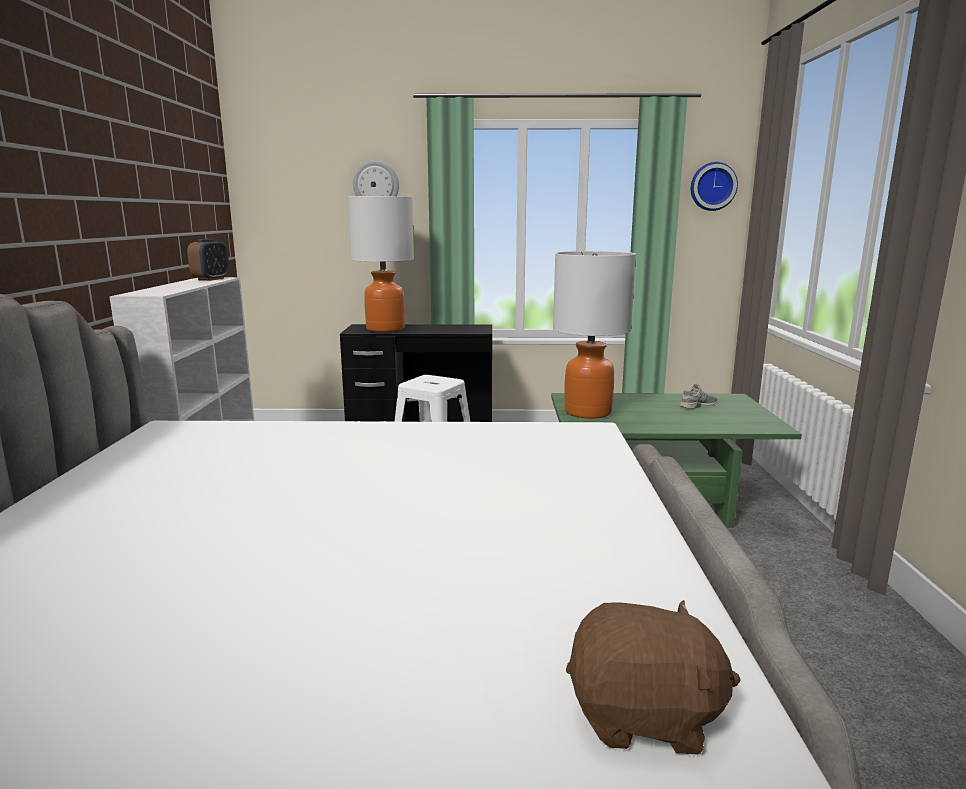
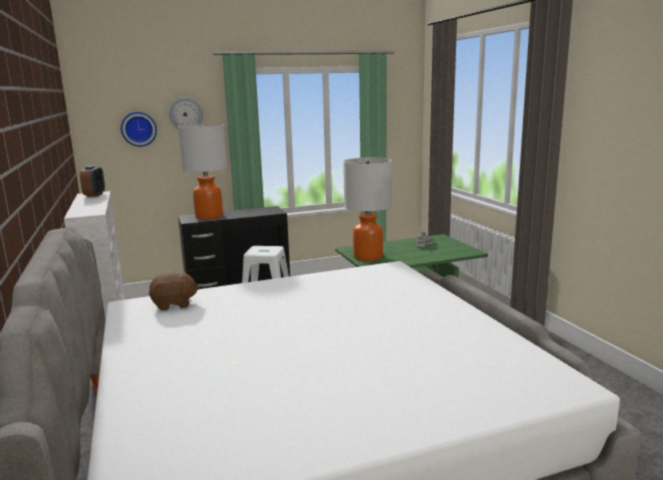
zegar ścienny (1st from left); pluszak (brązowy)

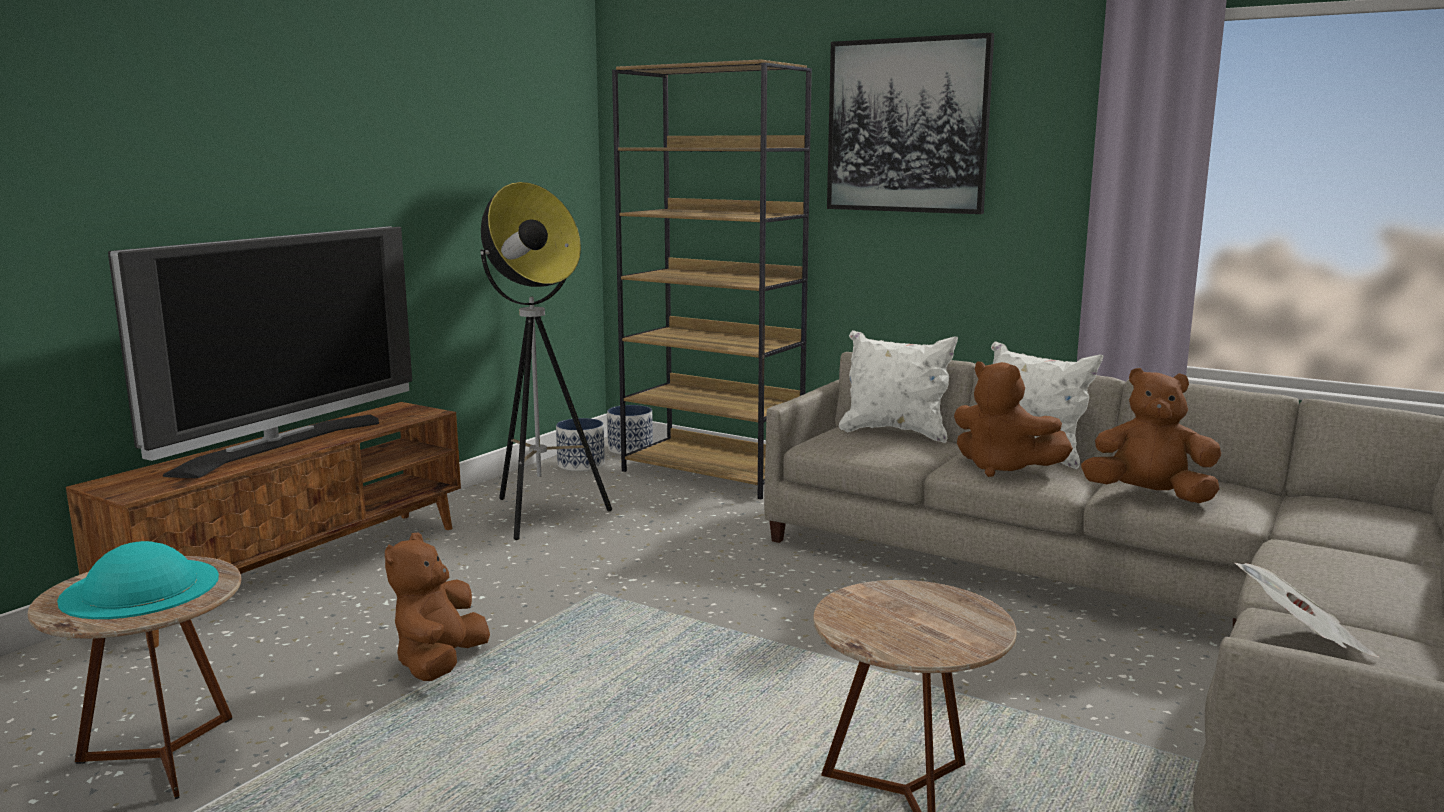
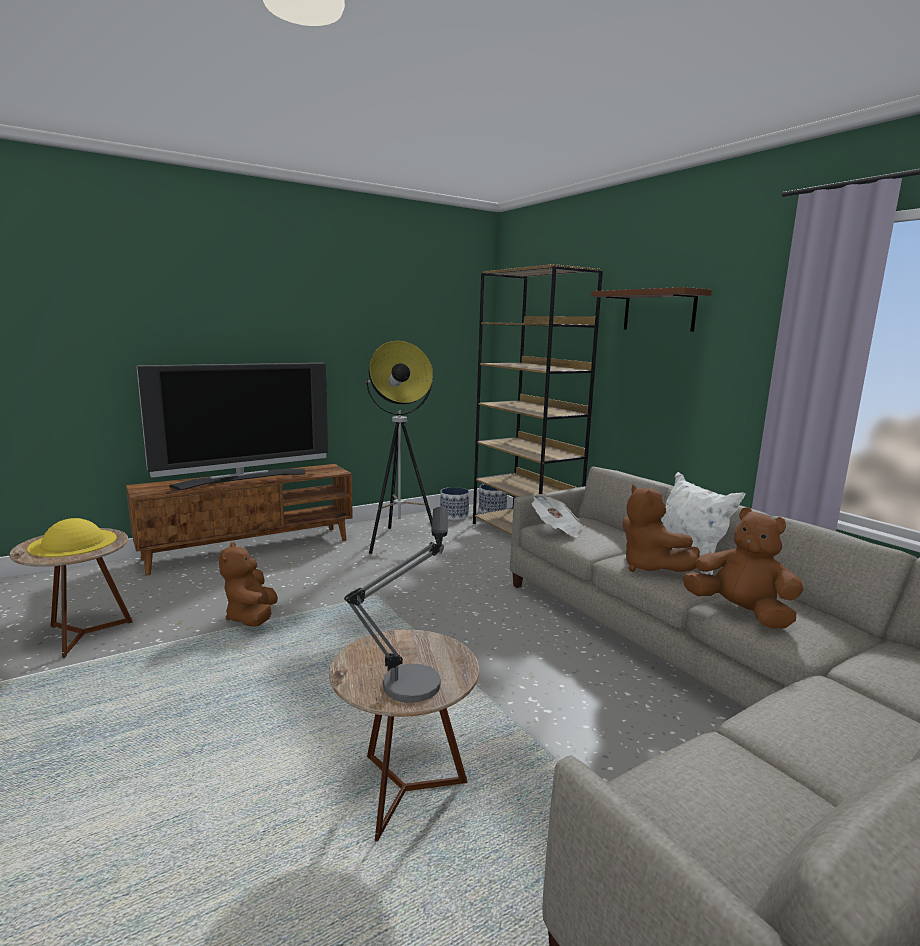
półka (brązowy); poduszka (biały) (1st from left in the first image); pluszak (brązowy) (1st from left); kapelusz (żółty); gazeta; lampa stołowa

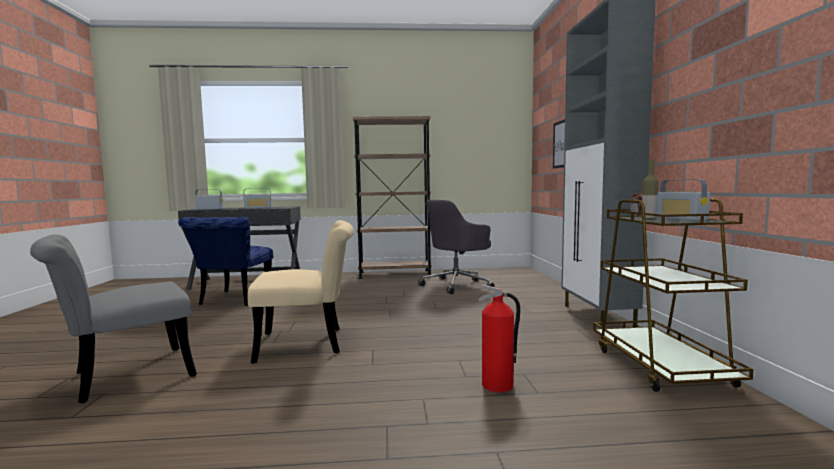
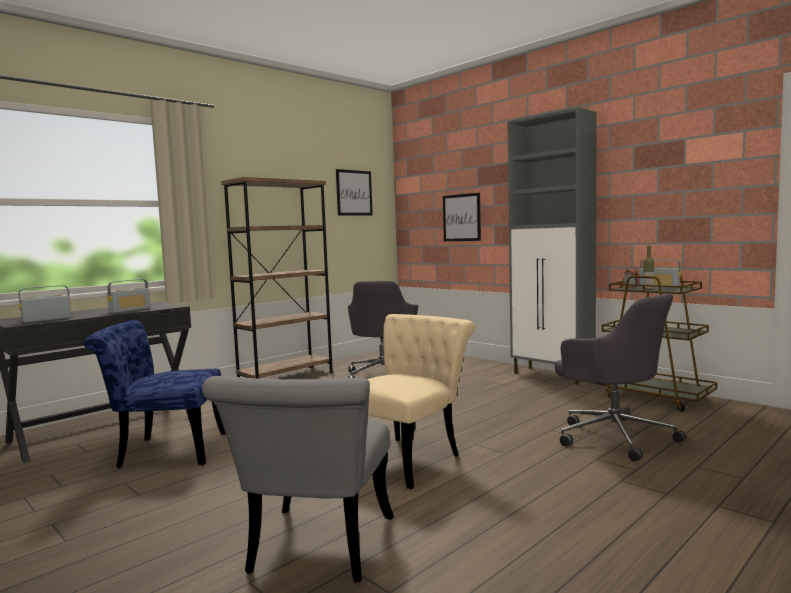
krzesło (niebieski); krzesło biurowe (szary) (2nd from left); obraz (1st from left)

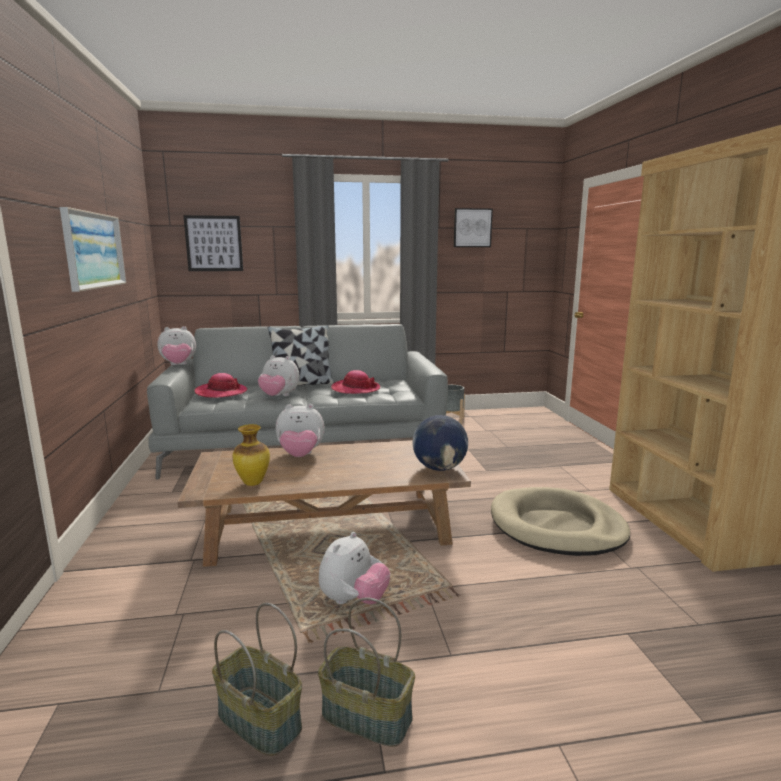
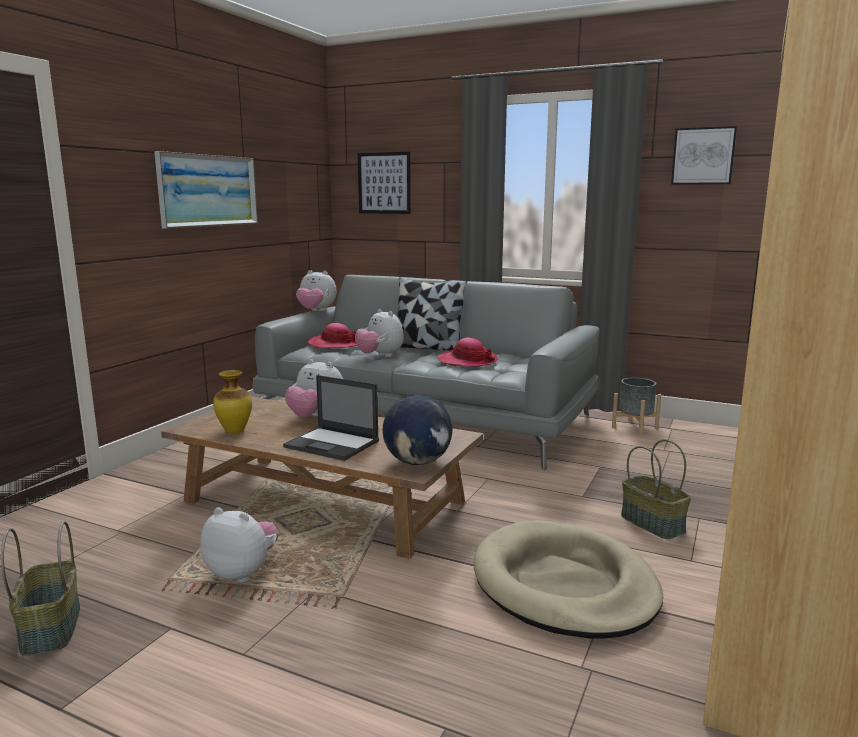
pluszak (1st from left); koszyk (2nd from left); laptop

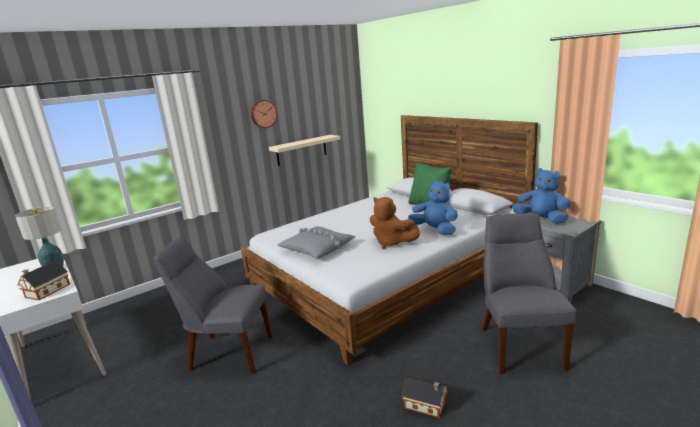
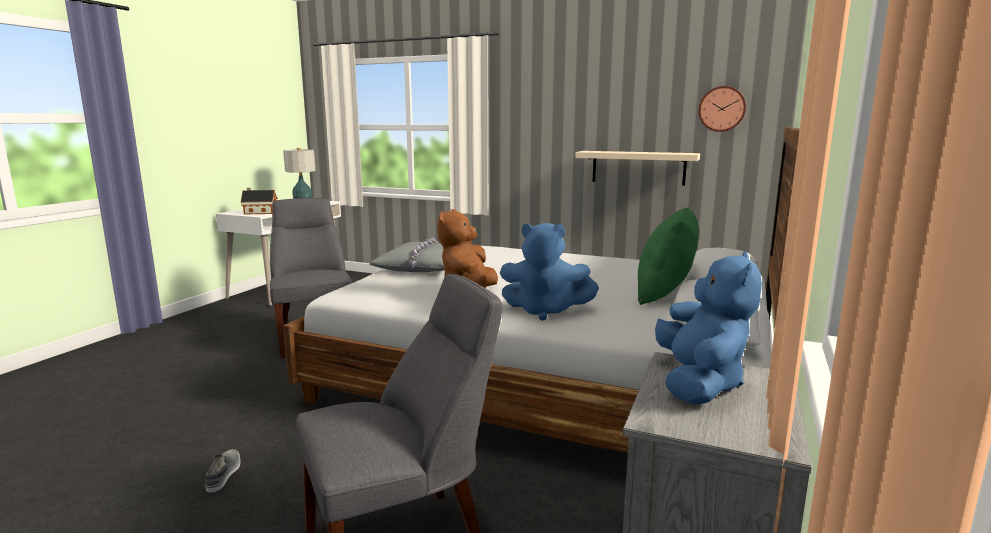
zegar ścienny; pluszak (niebieski) (1st from left); but (szary)

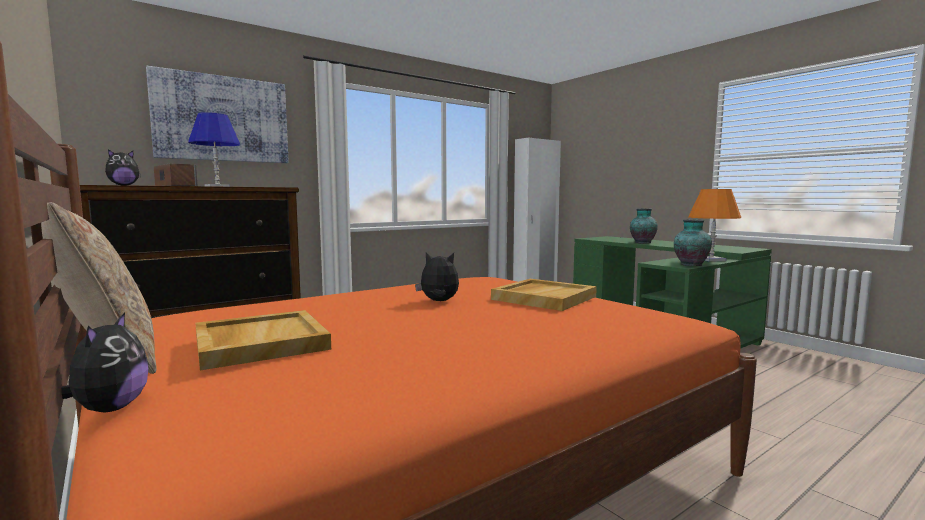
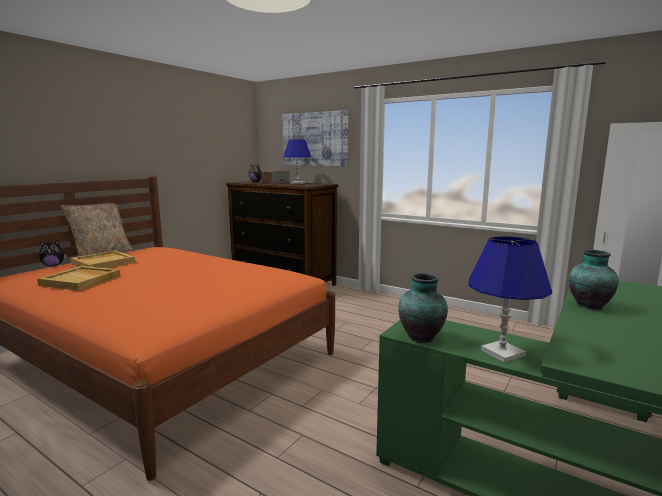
lampa stołowa (niebieski) (2nd from left); pluszak (3rd from left in the first image); taca (beżowy) (1st from left)

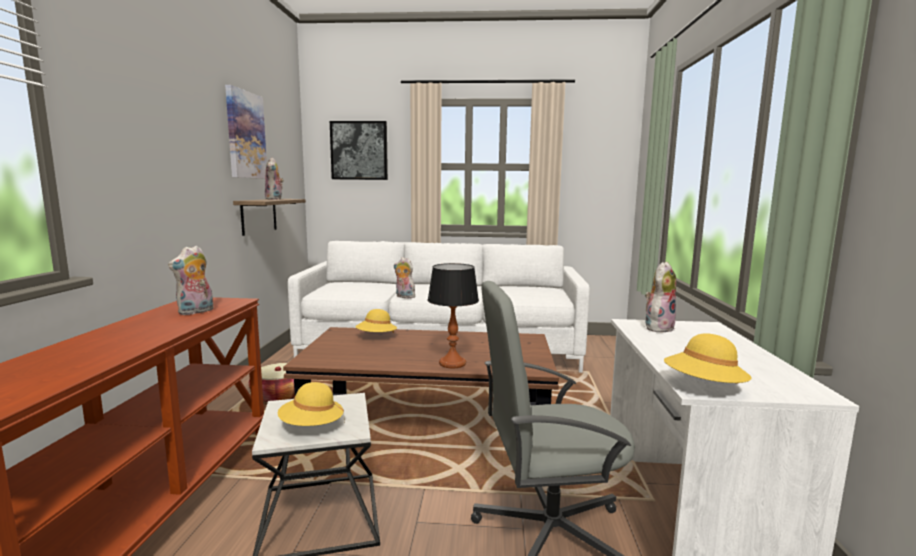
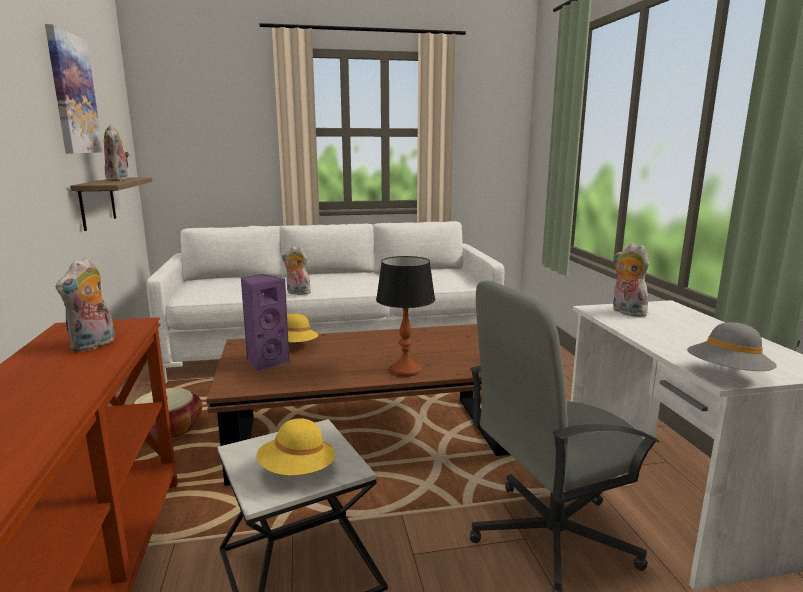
obraz (2nd from left in the first image); pluszak (4th from left); kapelusz (szary); głośnik (fioletowy)

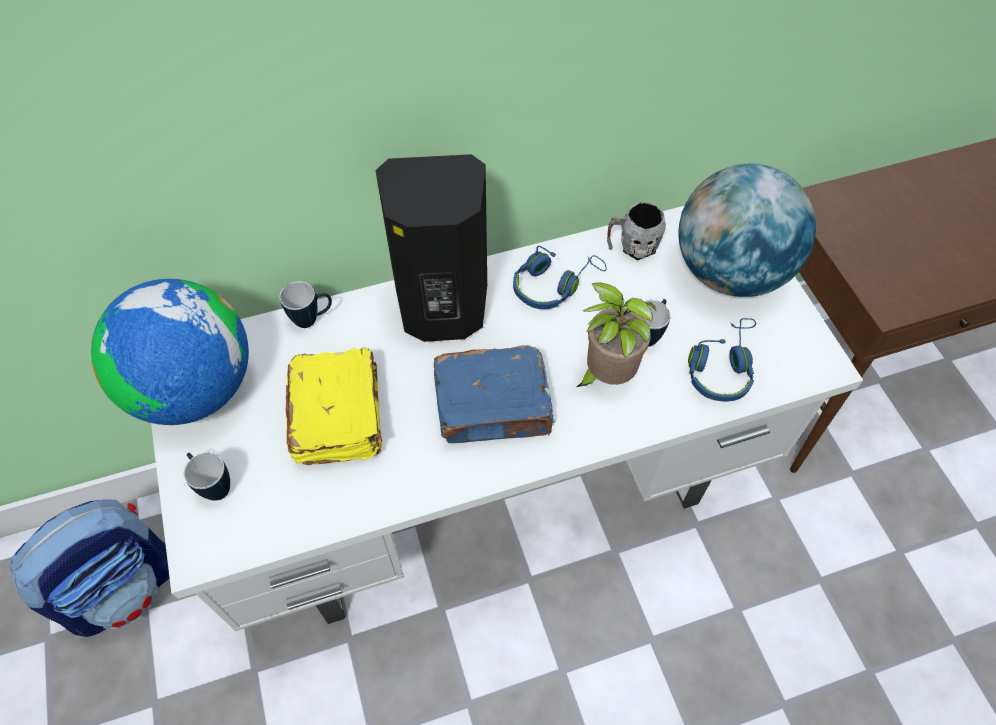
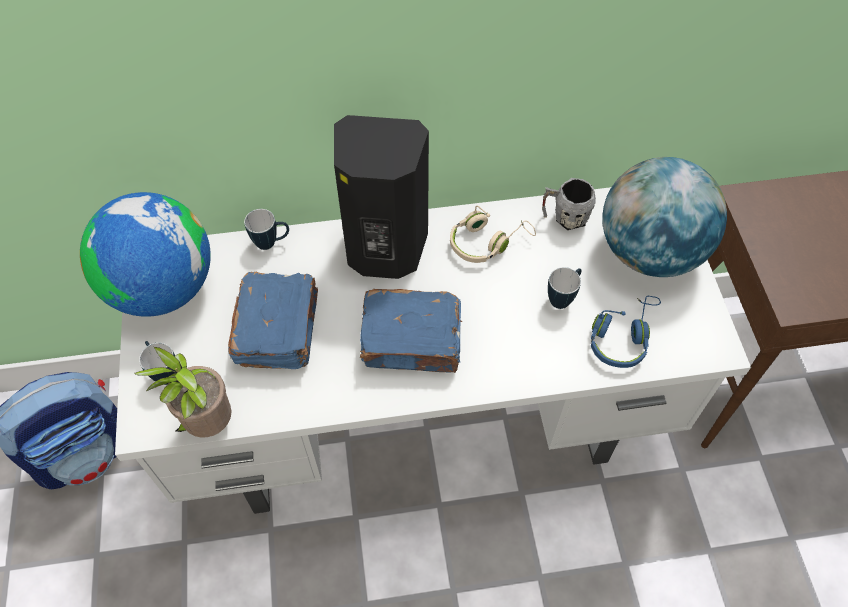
słuchawki (beżowy); roślina doniczkowa; książka (niebieski) (1st from left)

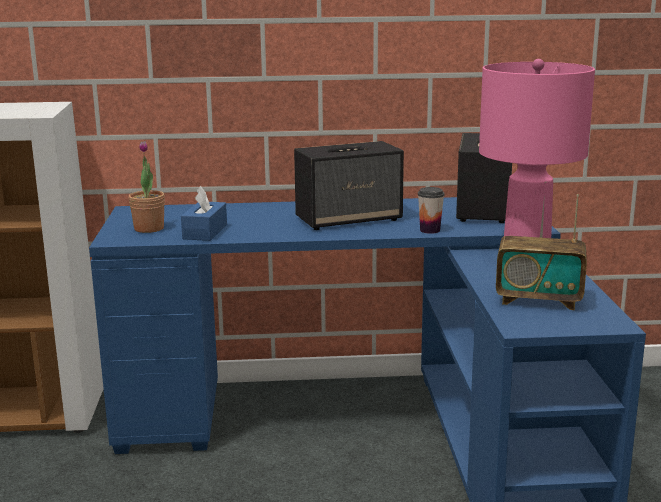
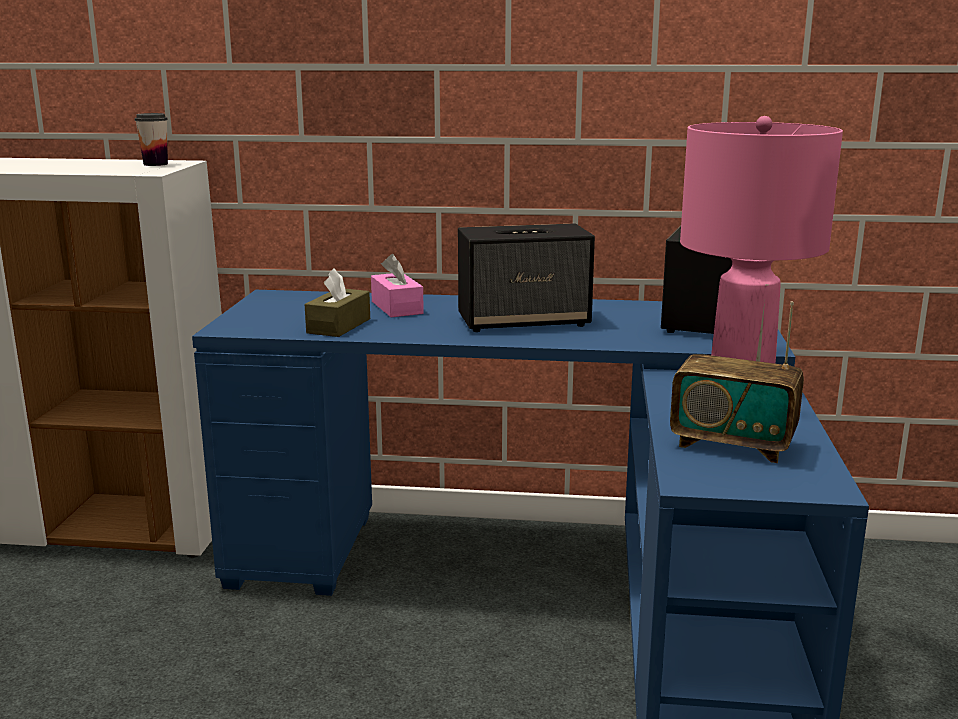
roślina doniczkowa; pudełko chusteczek (brązowy); filiżanka; pudełko chusteczek (różowy)

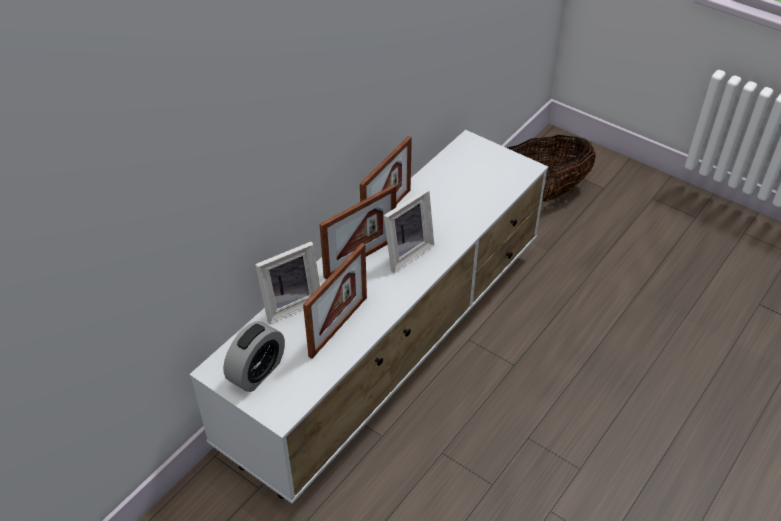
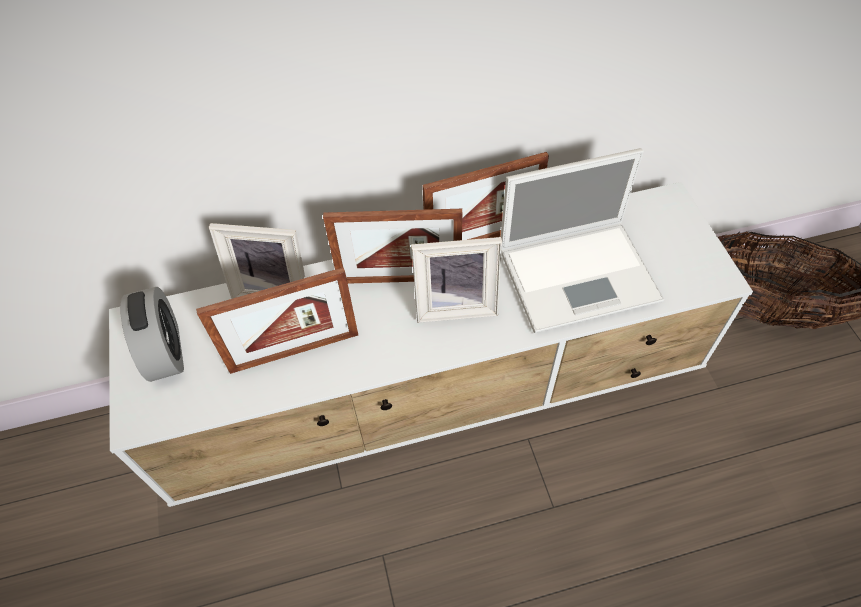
budzik; laptop

